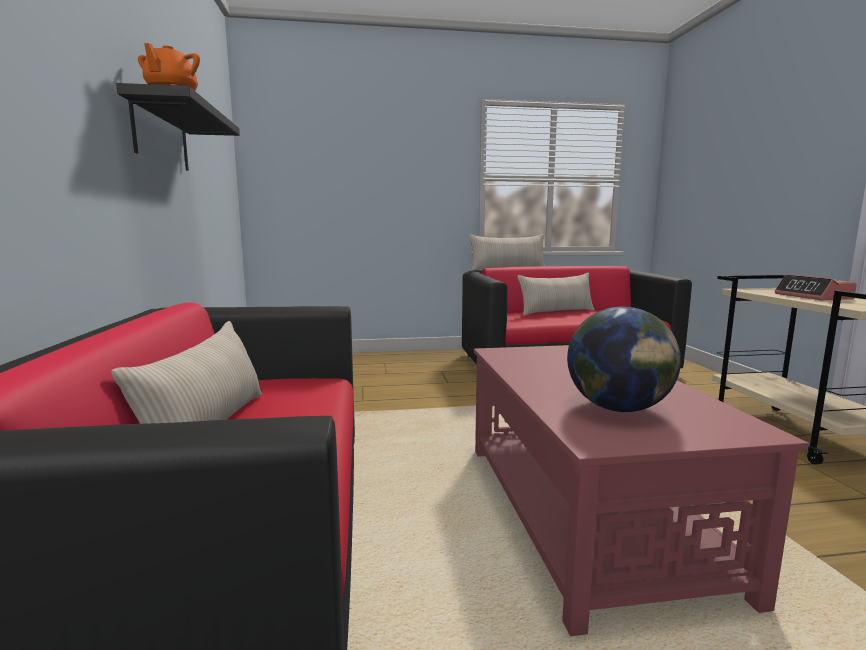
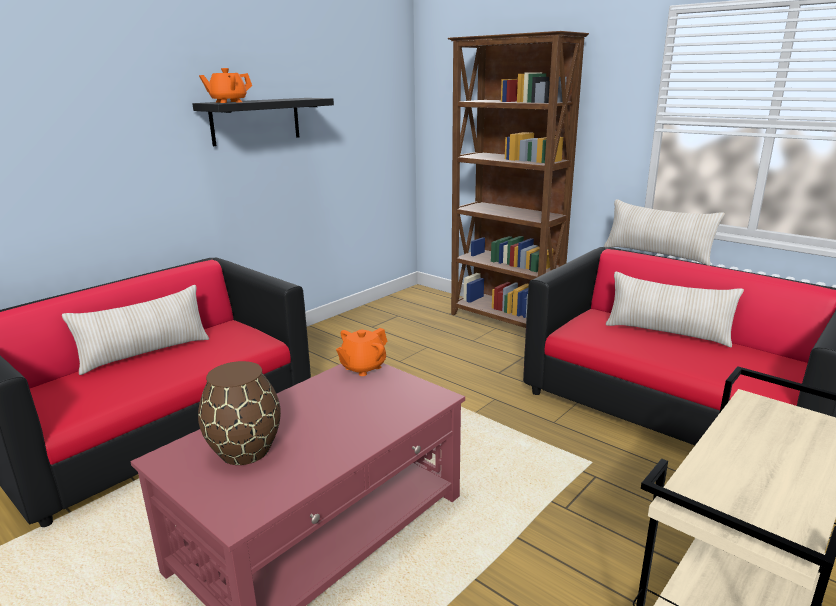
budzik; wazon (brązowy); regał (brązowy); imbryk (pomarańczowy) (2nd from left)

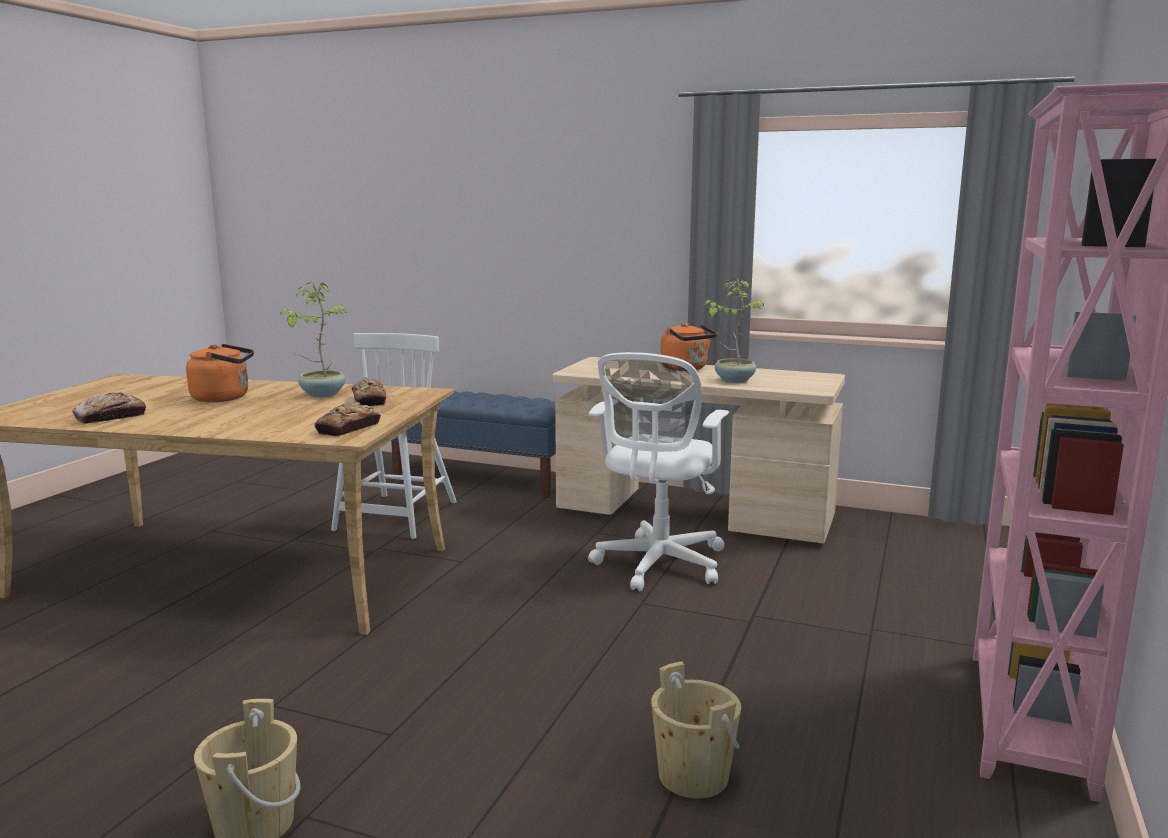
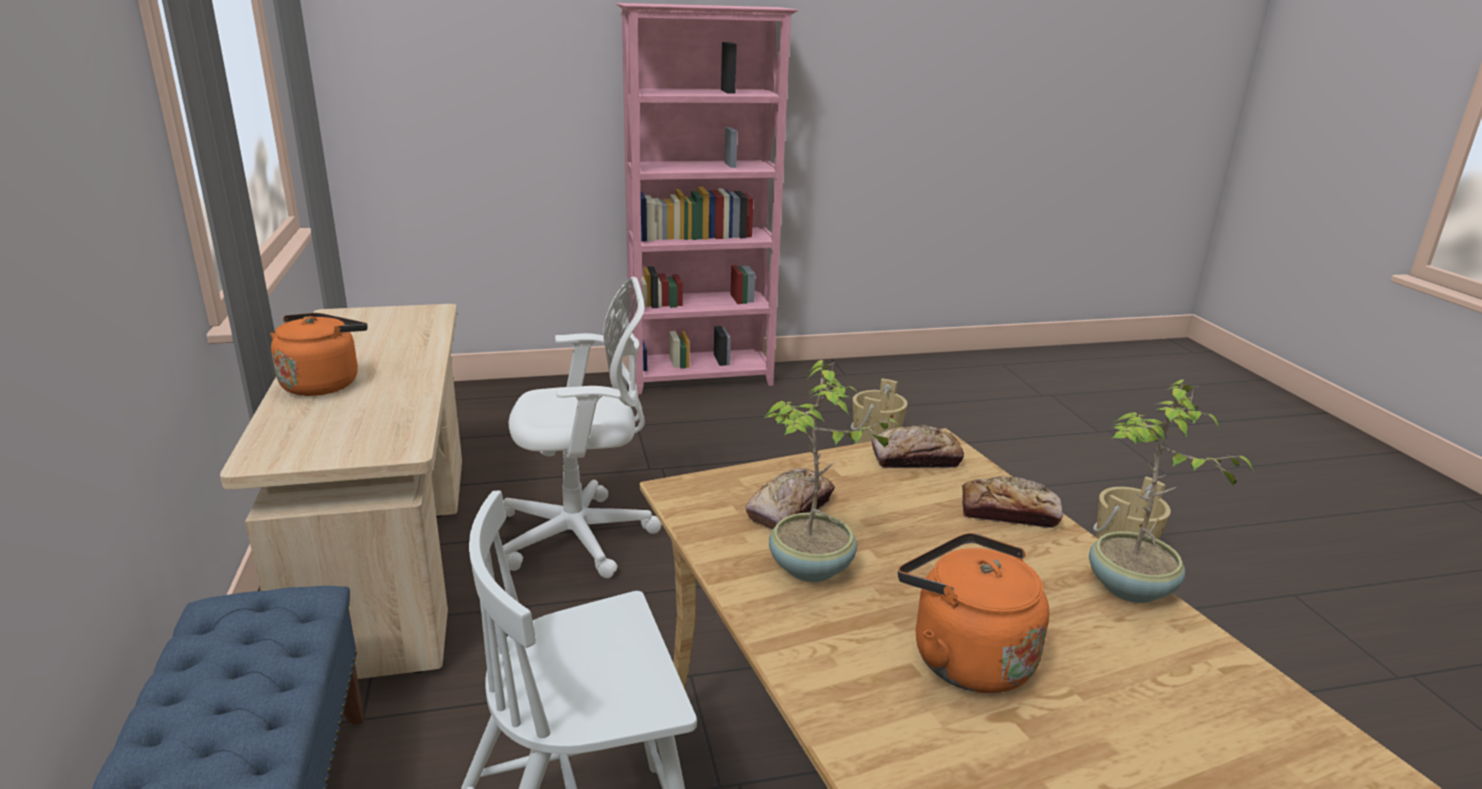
roślina doniczkowa (2nd from left); chleb (3rd from left)

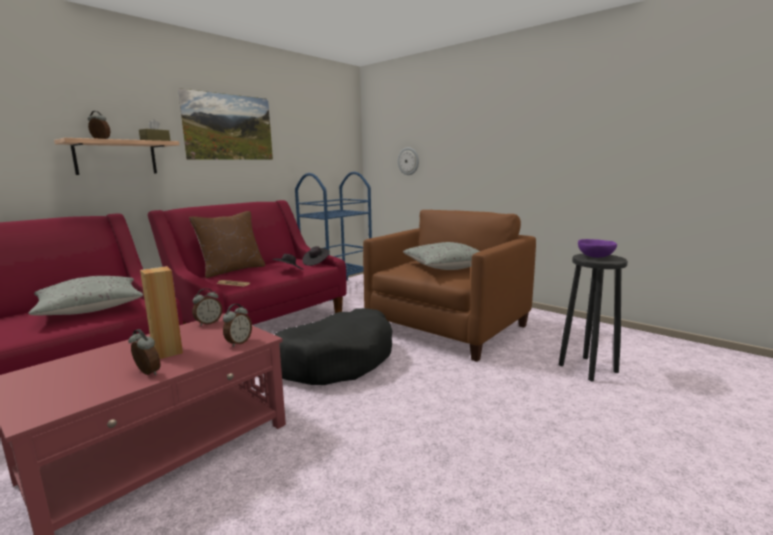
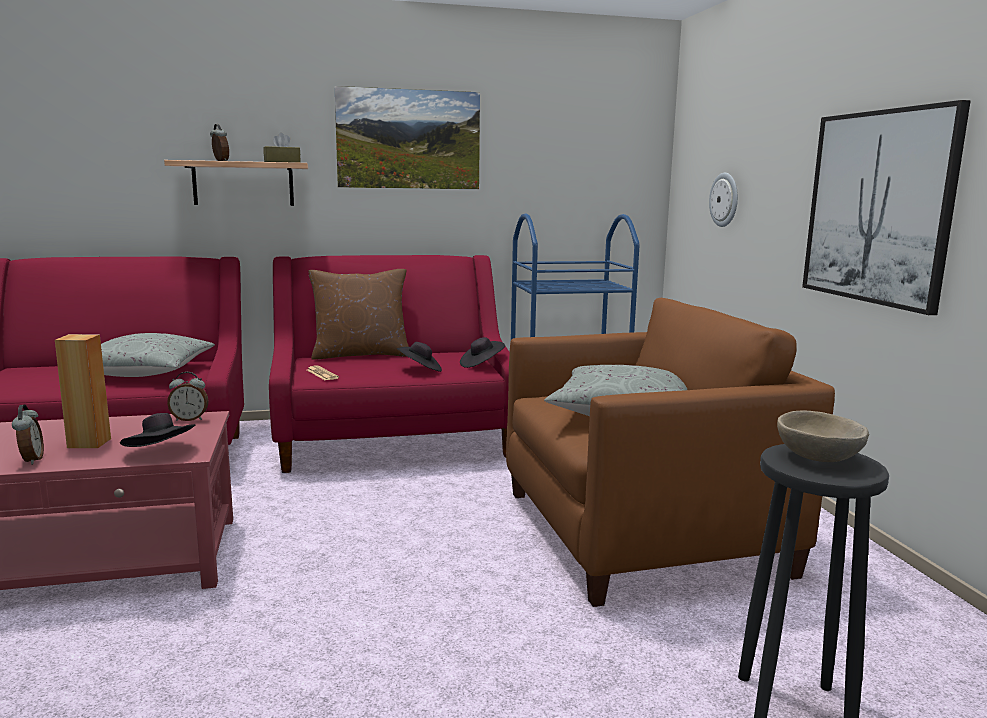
miska (beżowy); kapelusz (czarny) (1st from left); legowisko (czarny); obraz (2nd from left)

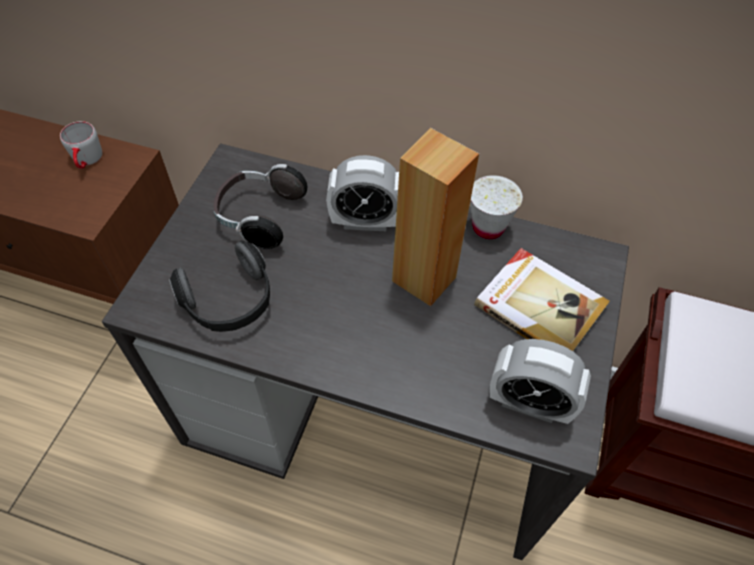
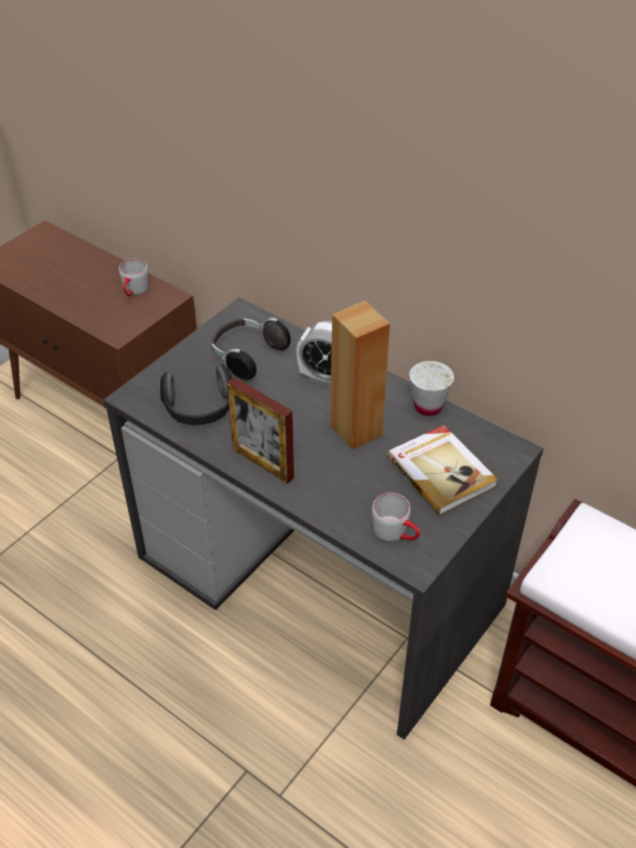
kubek (szary) (2nd from left); ramka na zdjęcie

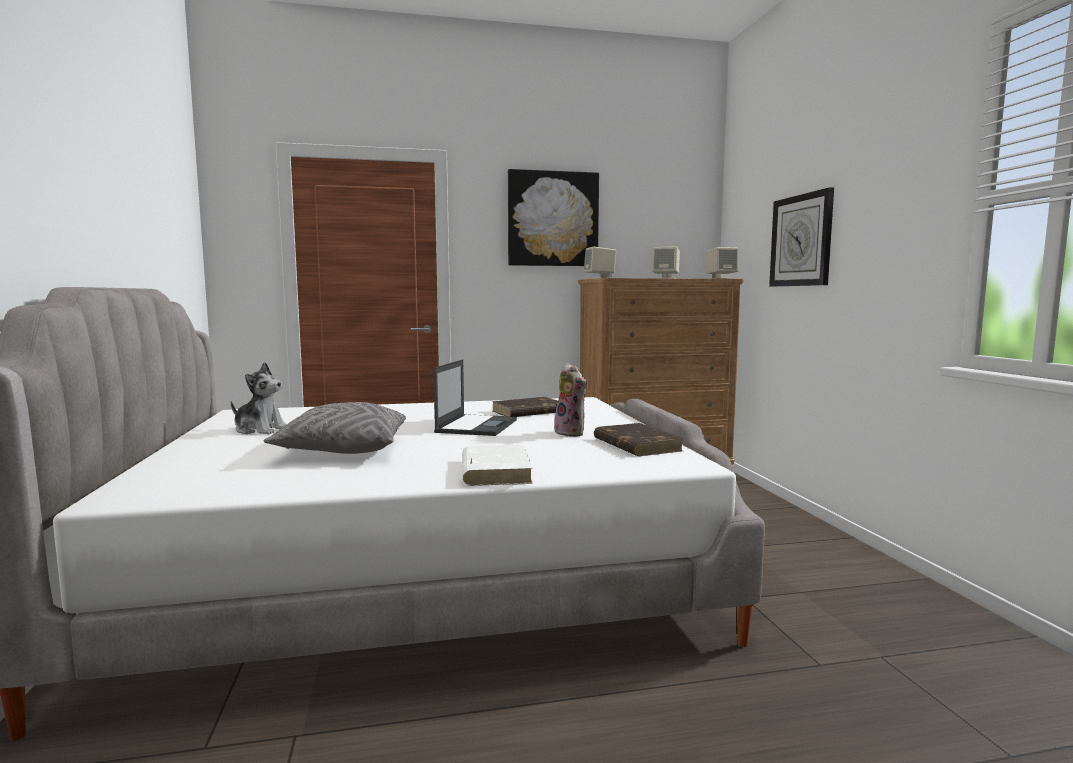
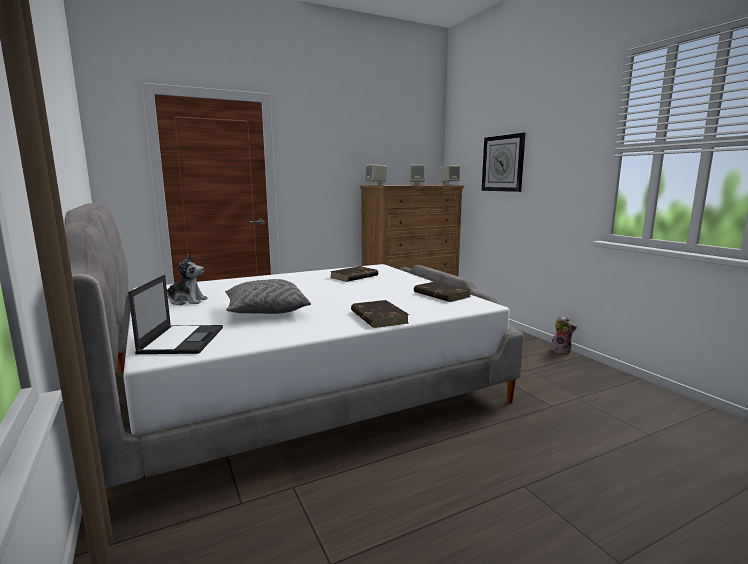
obraz; laptop; pluszak (2nd from left); książka (brązowy) (2nd from left)

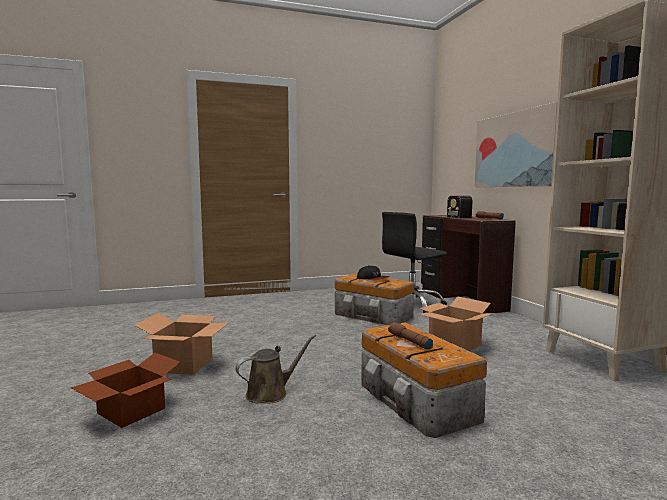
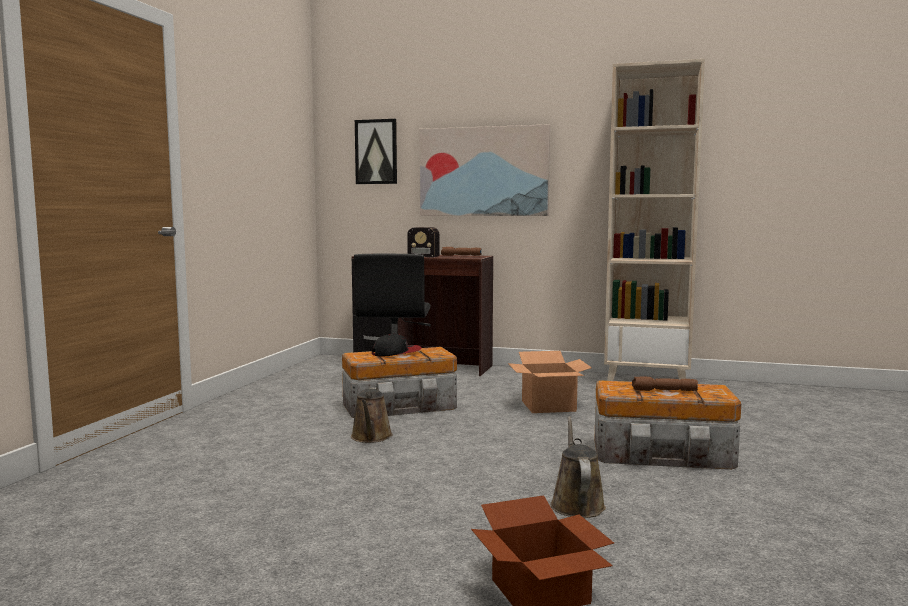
karton (2nd from left in the first image); obraz (1st from left); konewka (brązowy) (1st from left)

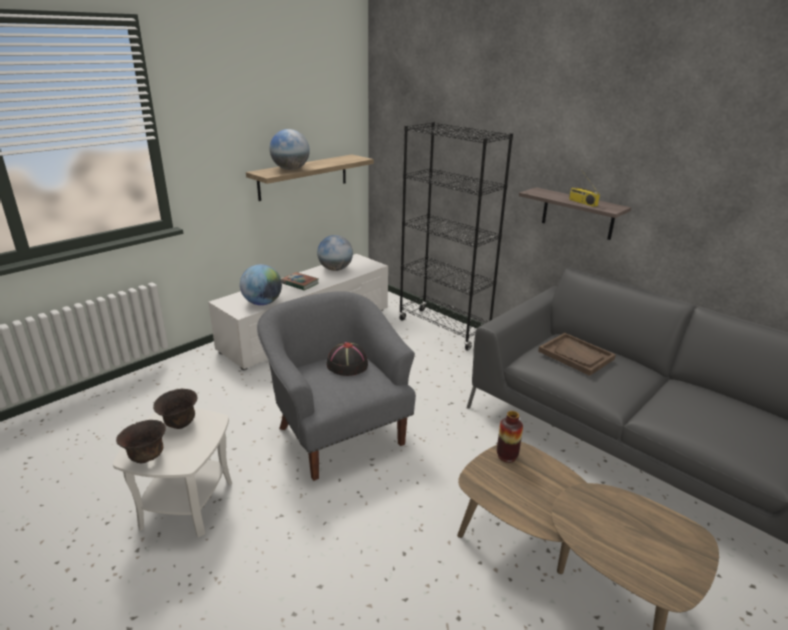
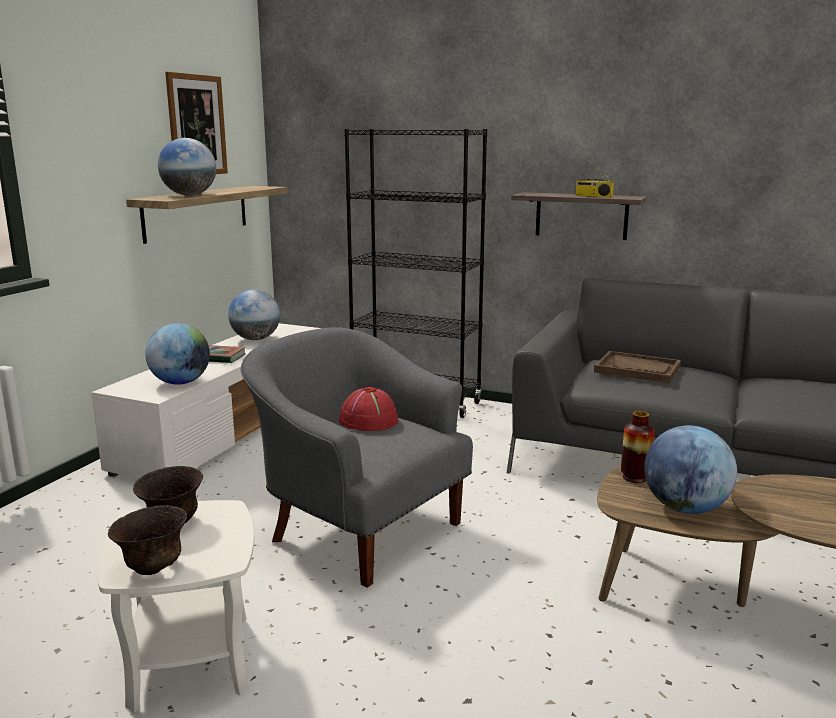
kapelusz (czerwony); obraz; globus (4th from left)

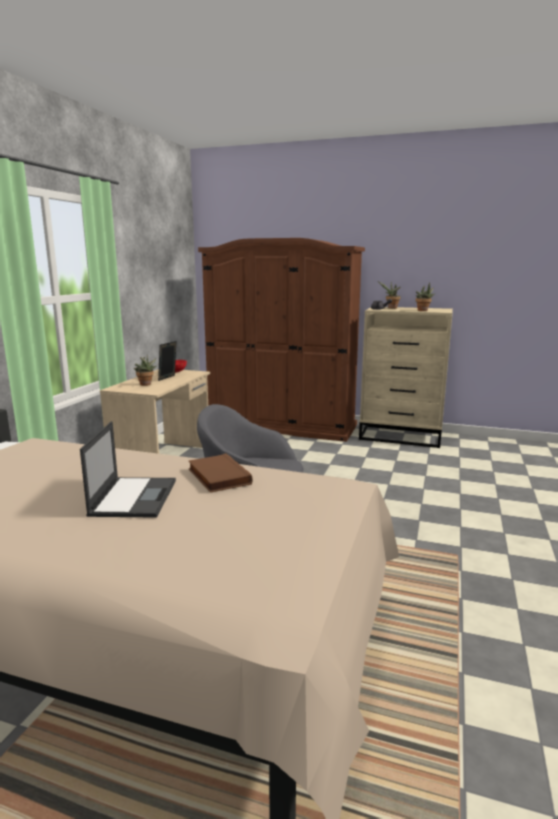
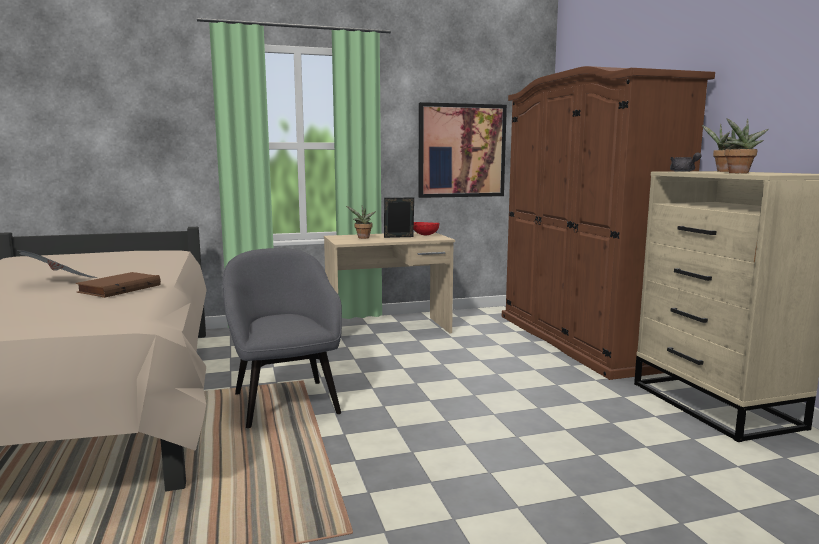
gazeta; obraz

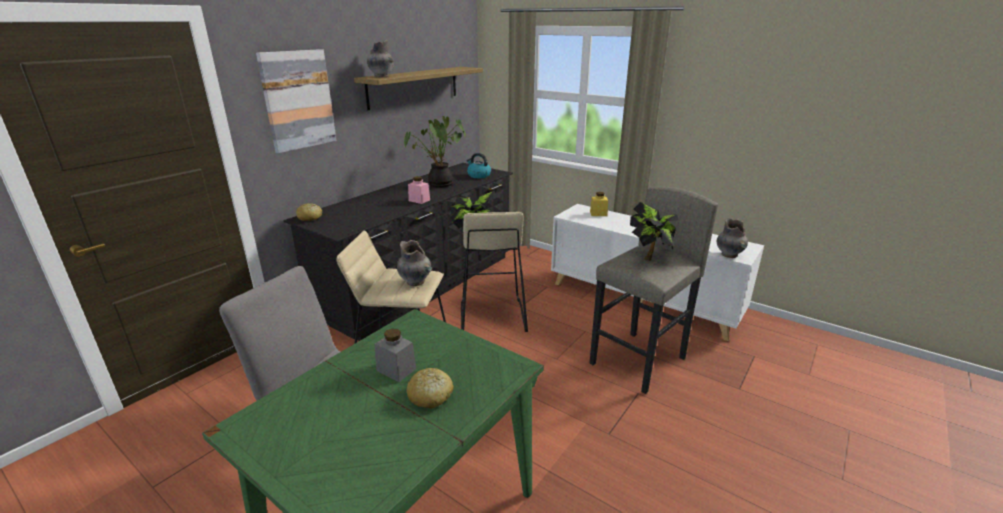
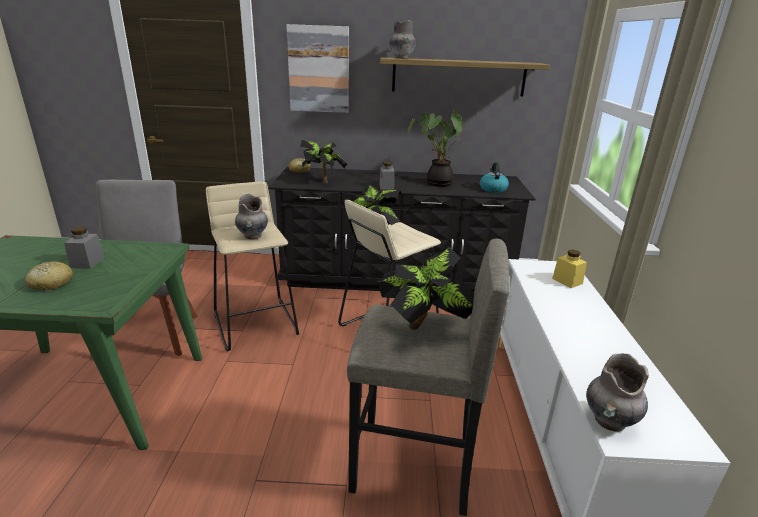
słoik (szary) (2nd from left); roślina doniczkowa (1st from left)

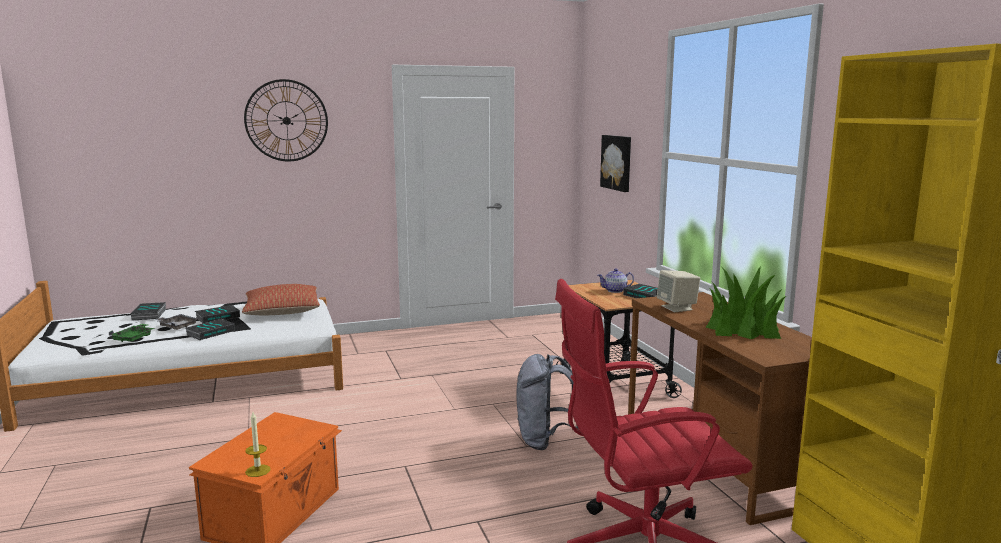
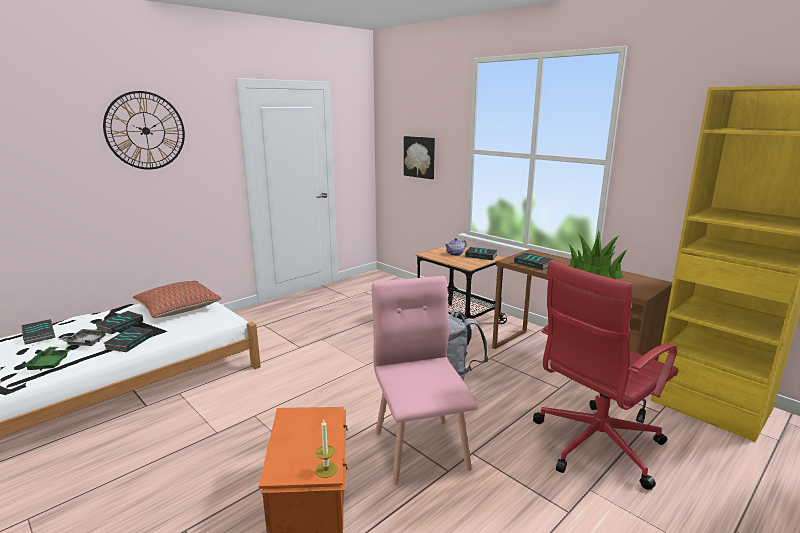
książka (5th from left); krzesło (różowy)

